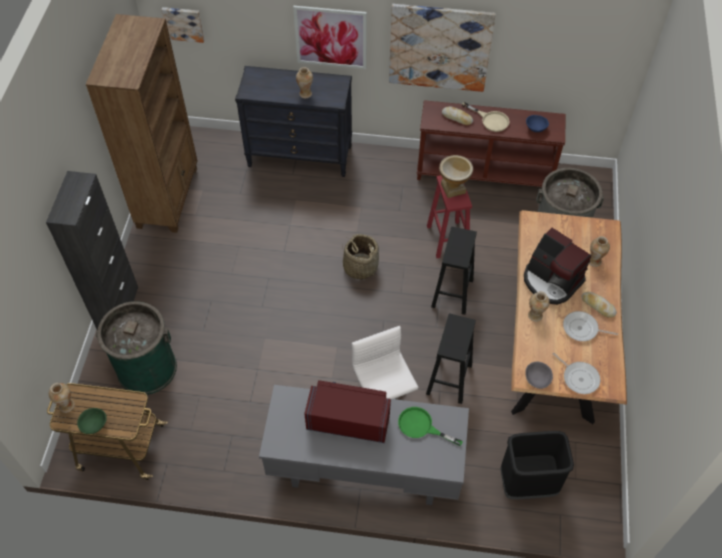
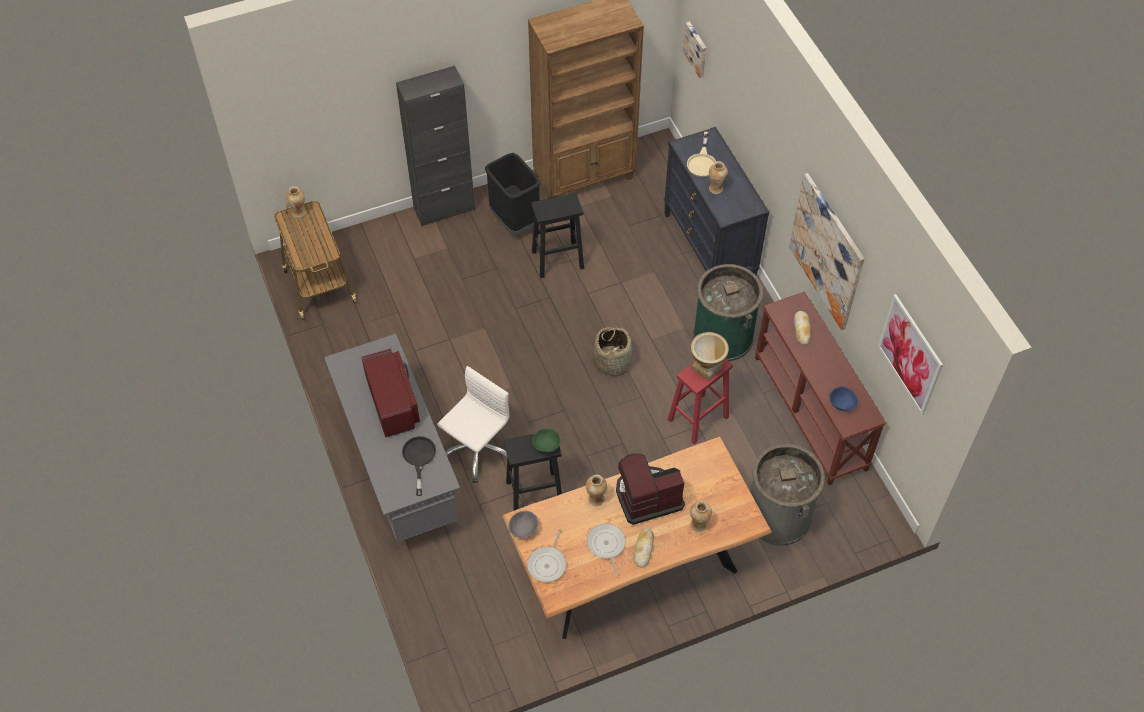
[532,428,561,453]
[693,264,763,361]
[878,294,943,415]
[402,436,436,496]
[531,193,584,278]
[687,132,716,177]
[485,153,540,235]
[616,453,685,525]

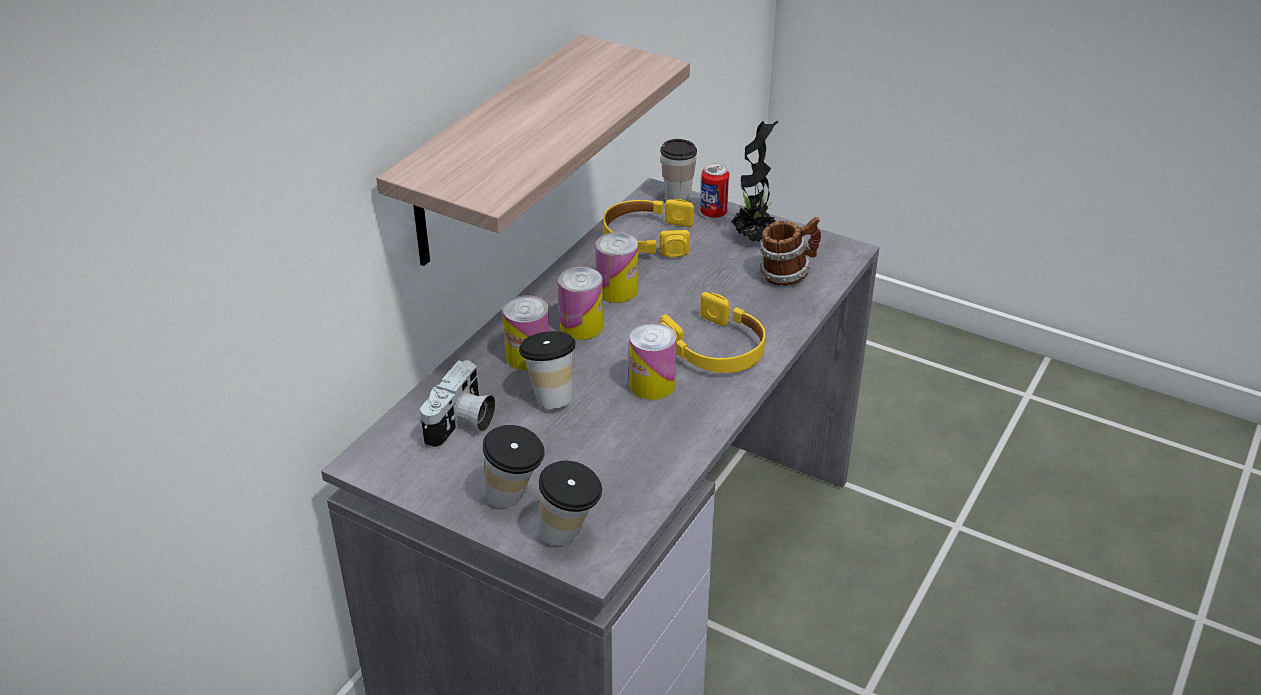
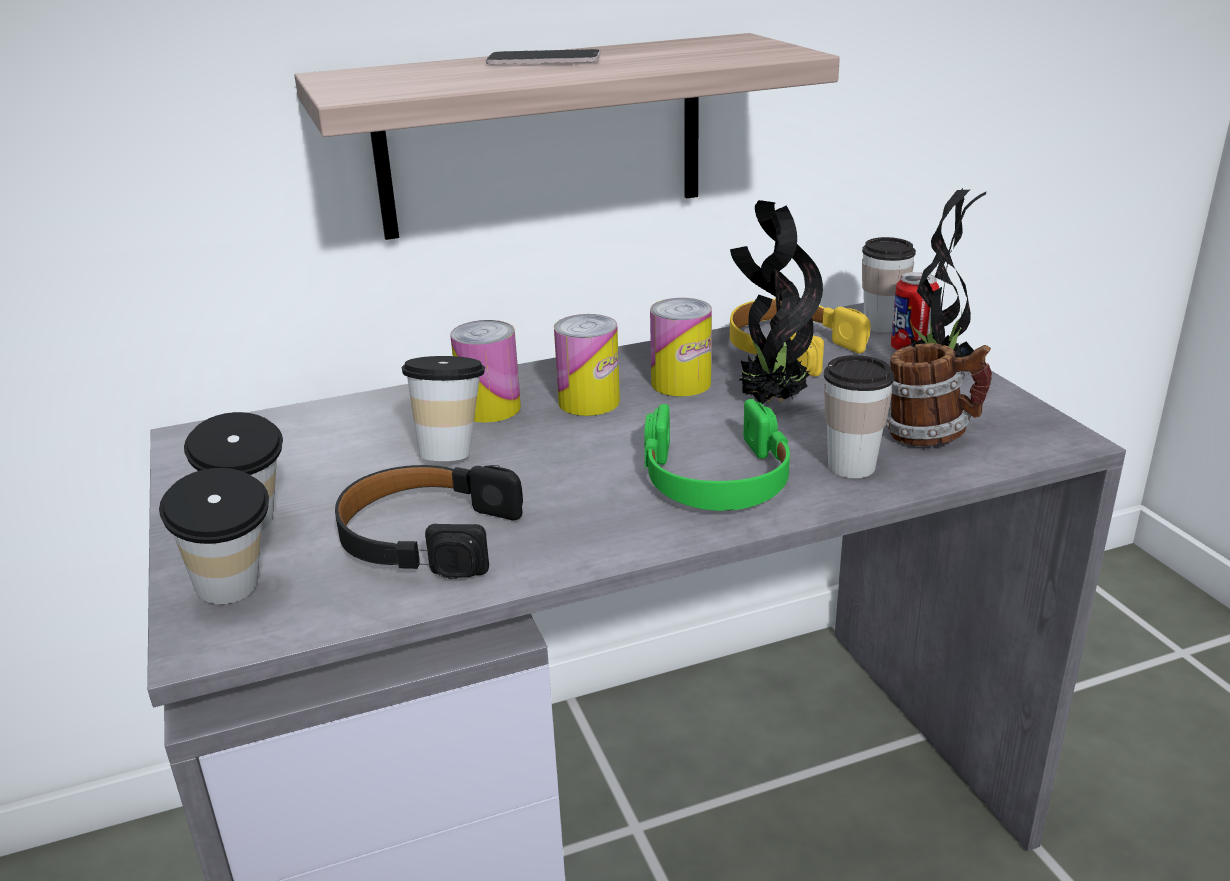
[420,360,495,449] (first image)
[629,322,676,400] (first image)
[644,399,790,511]
[335,465,523,579]
[486,49,601,64]
[730,200,823,404]
[824,355,895,478]

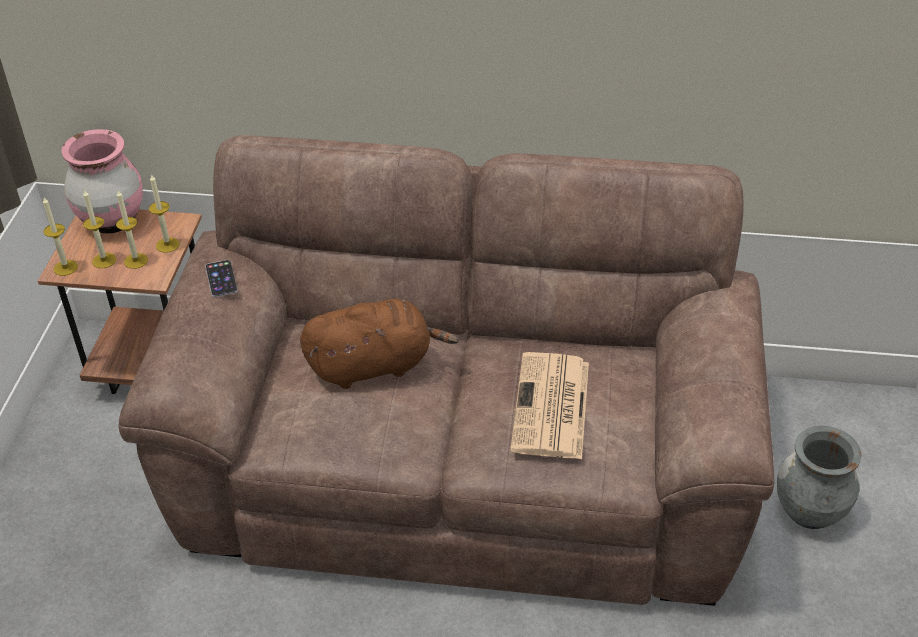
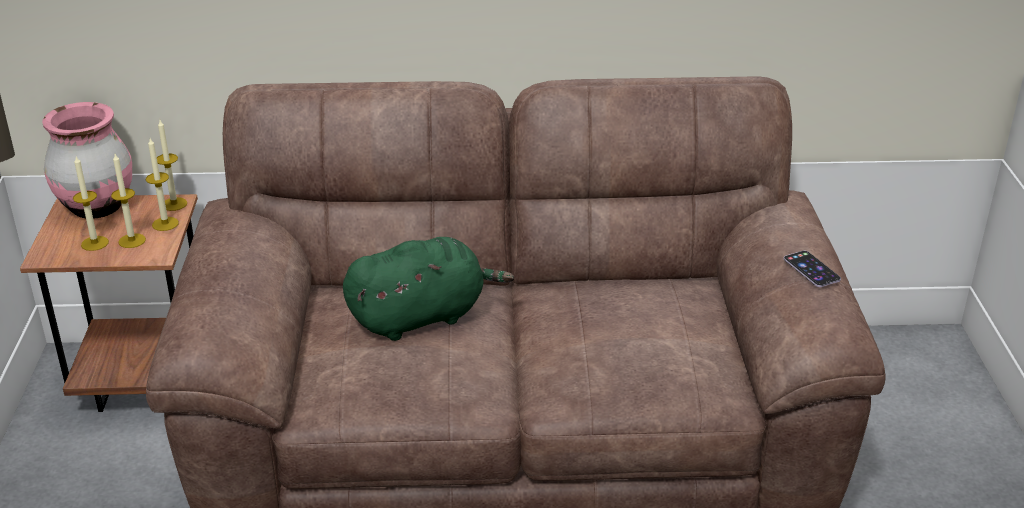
[157,120,187,211]
[784,250,841,287]
[343,237,514,341]
[510,352,589,459] (first image)
[777,426,861,529] (first image)

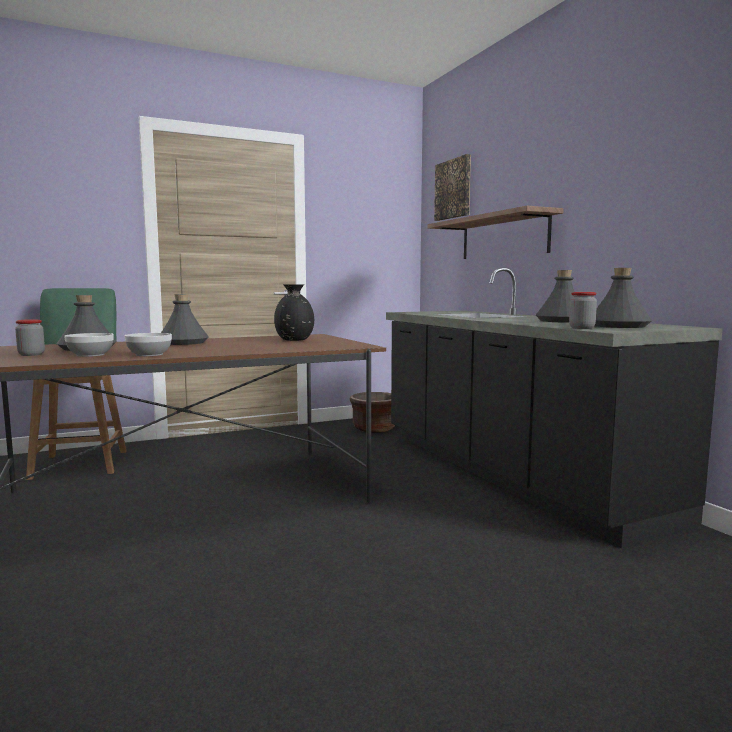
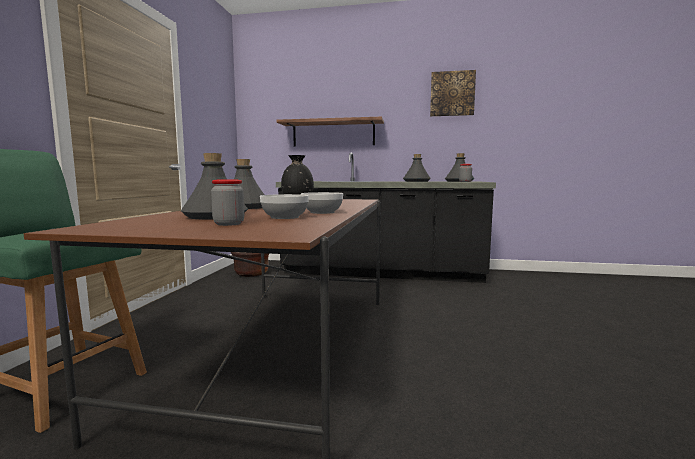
[430,70,476,116]

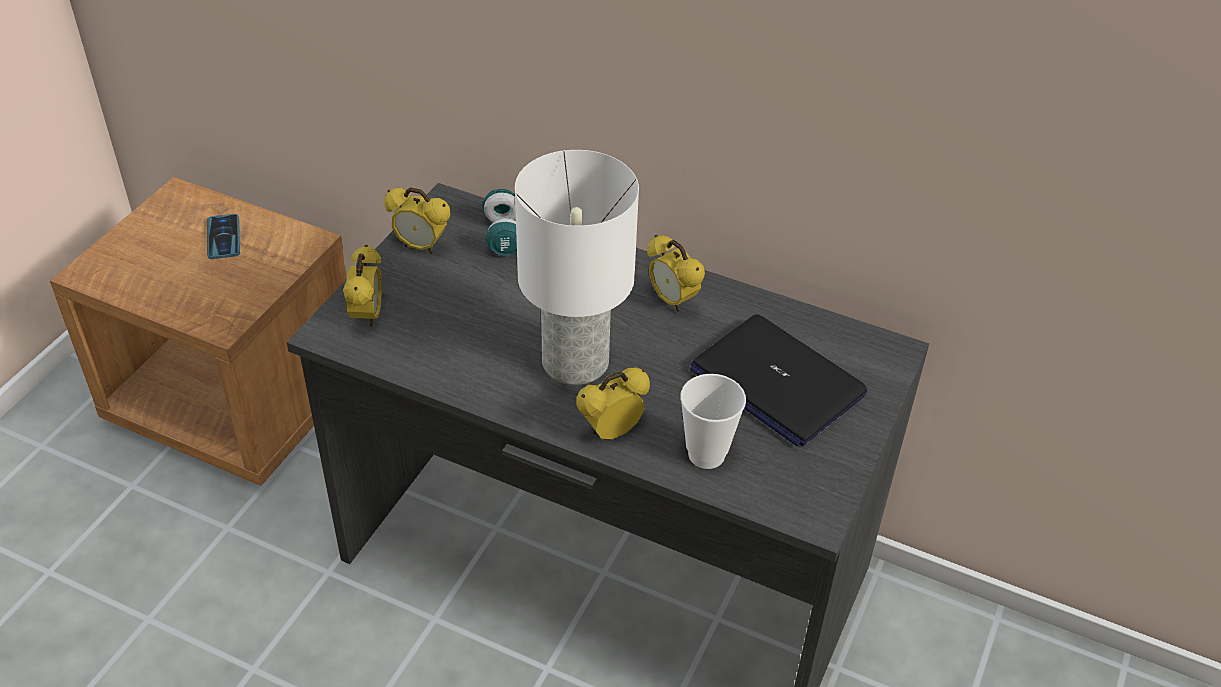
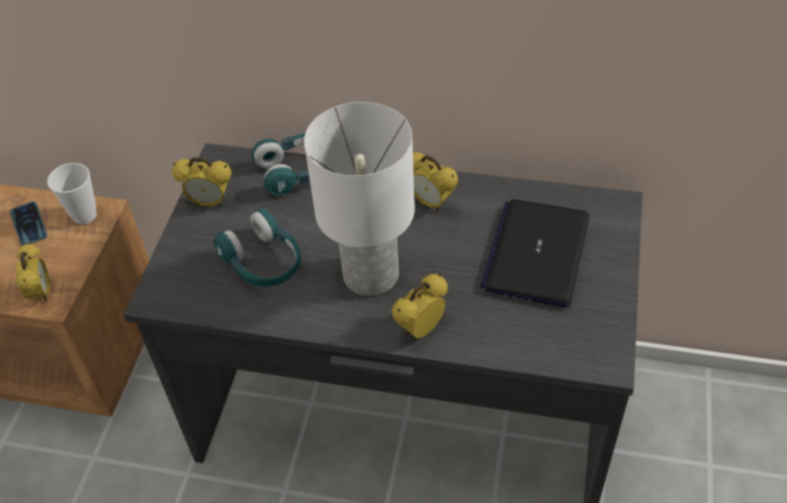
[15,243,50,301]
[47,163,97,224]
[480,199,589,307]
[214,209,301,287]

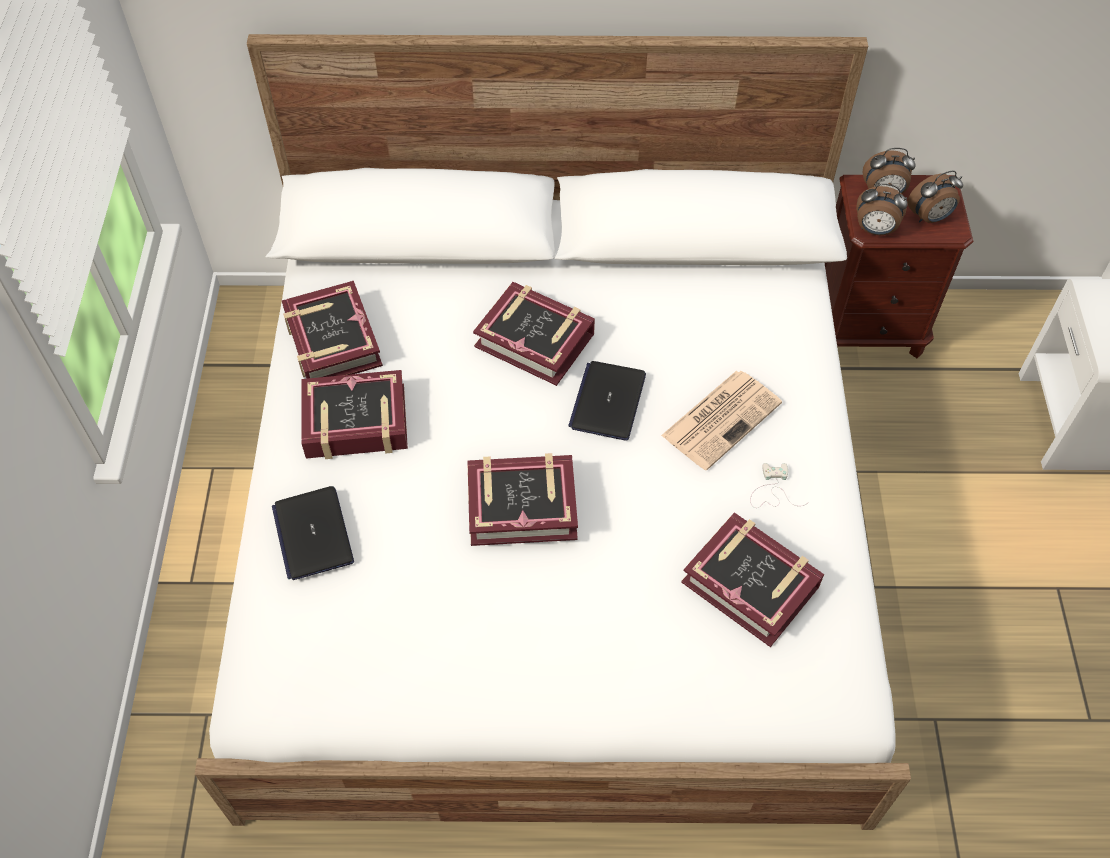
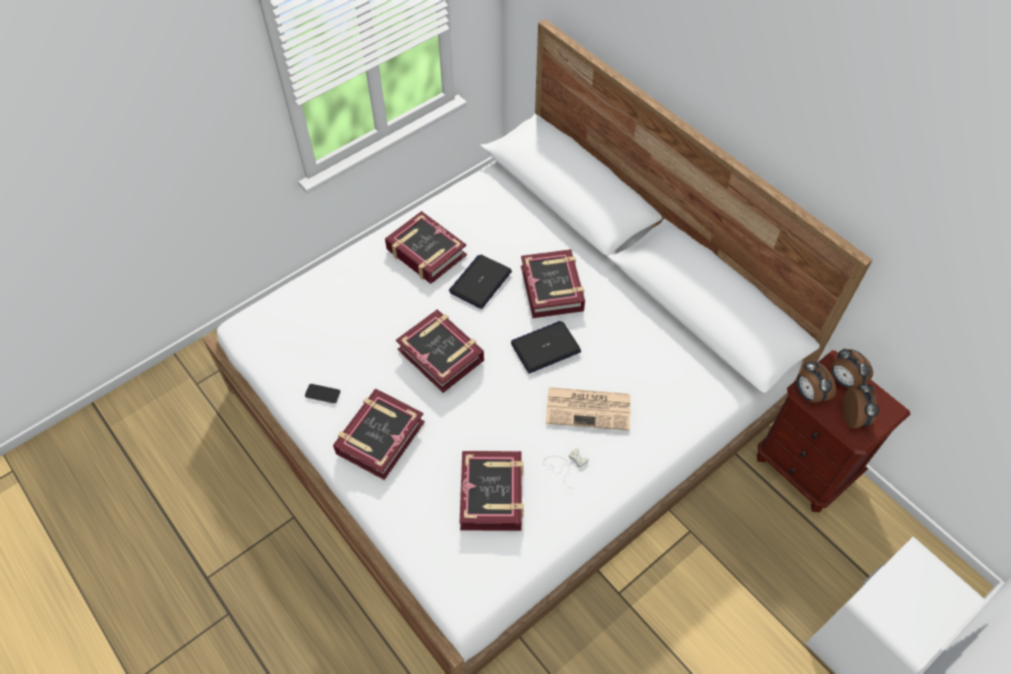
[449,255,512,309]
[333,388,425,480]
[843,382,879,428]
[305,384,341,404]

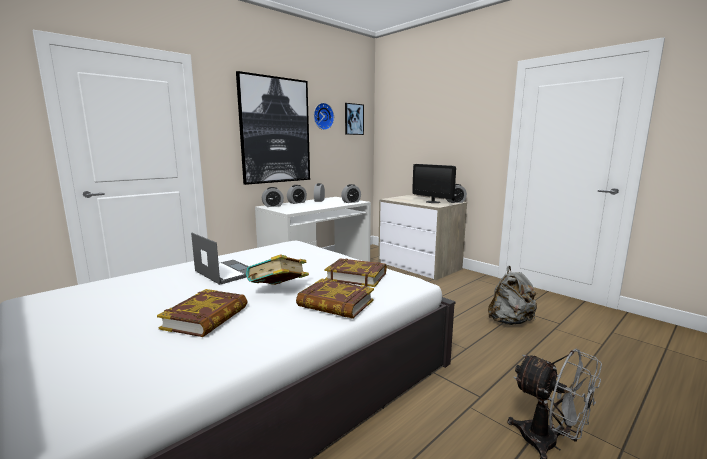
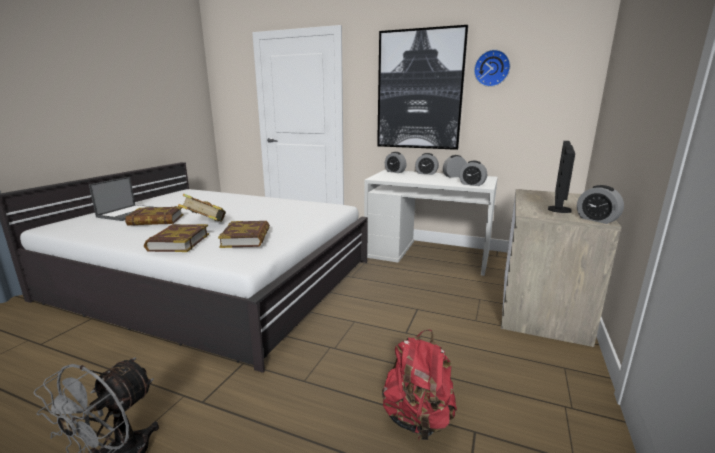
[89,177,151,221]
[345,103,364,135] (first image)
[382,330,457,440]

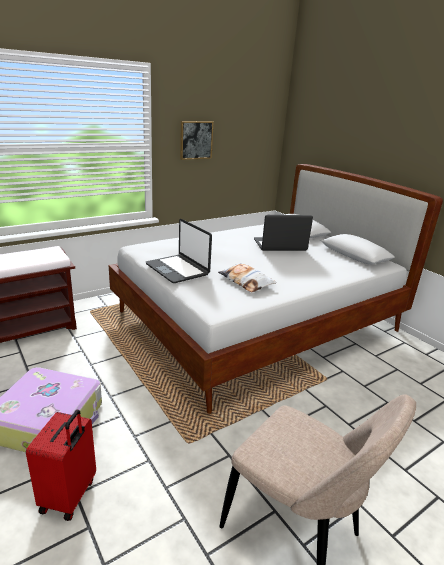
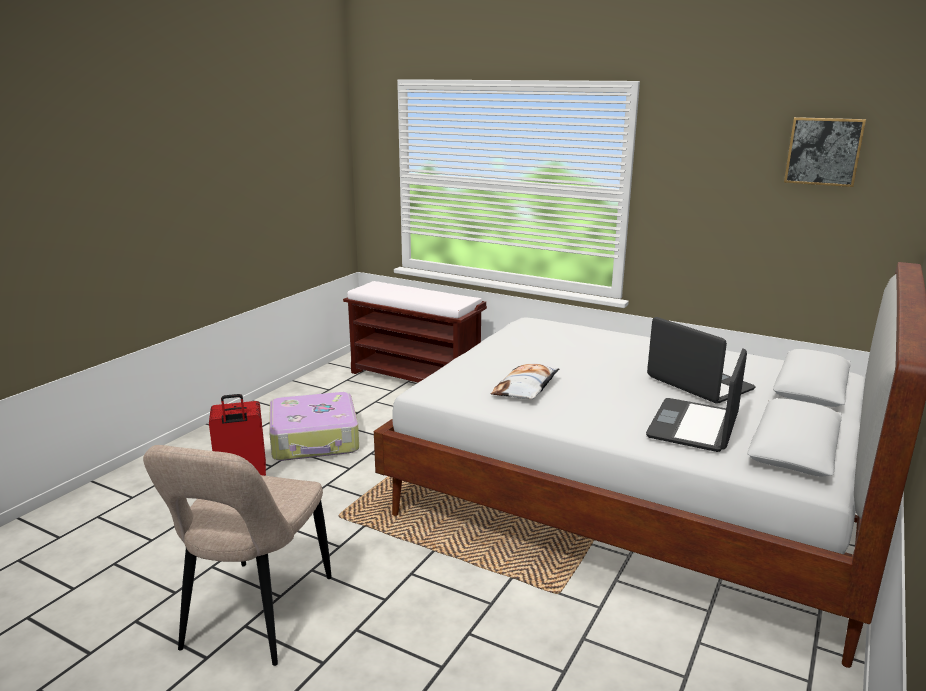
[646,348,747,452]
[784,117,866,187]

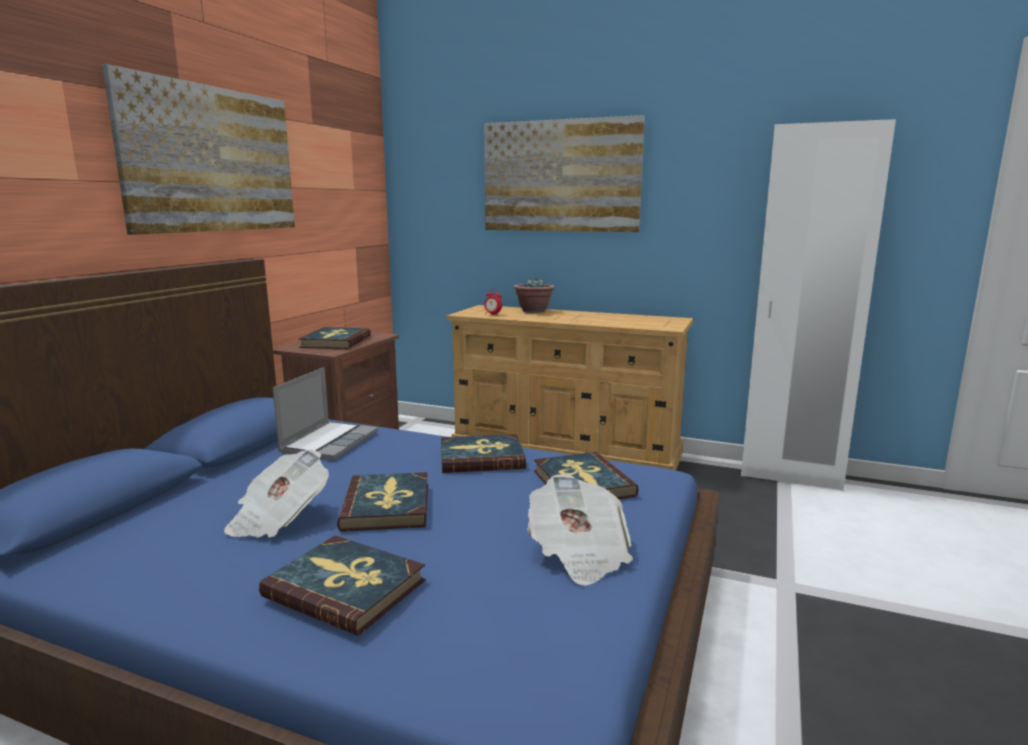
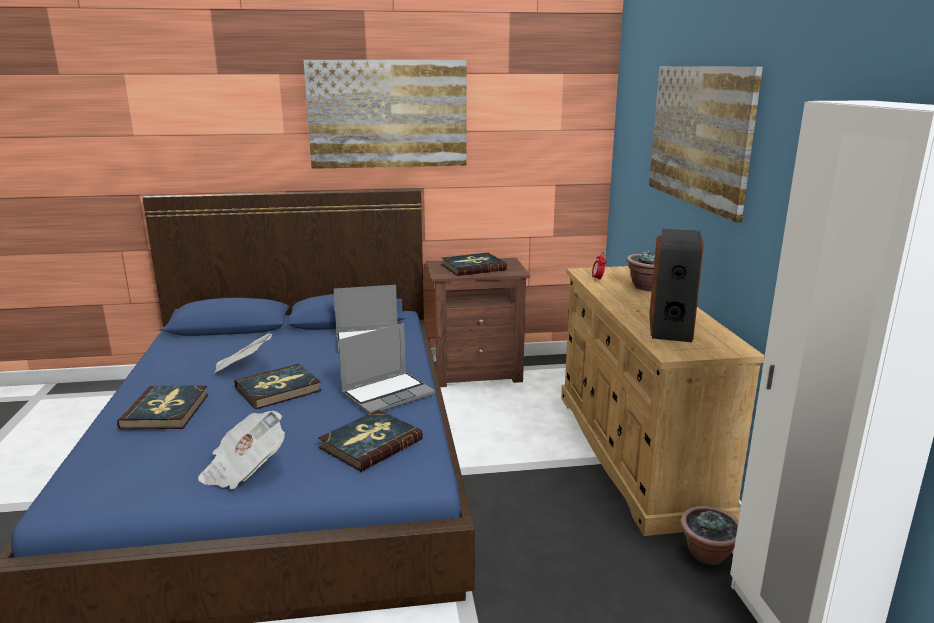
[338,323,435,414]
[650,229,704,342]
[681,506,739,565]

